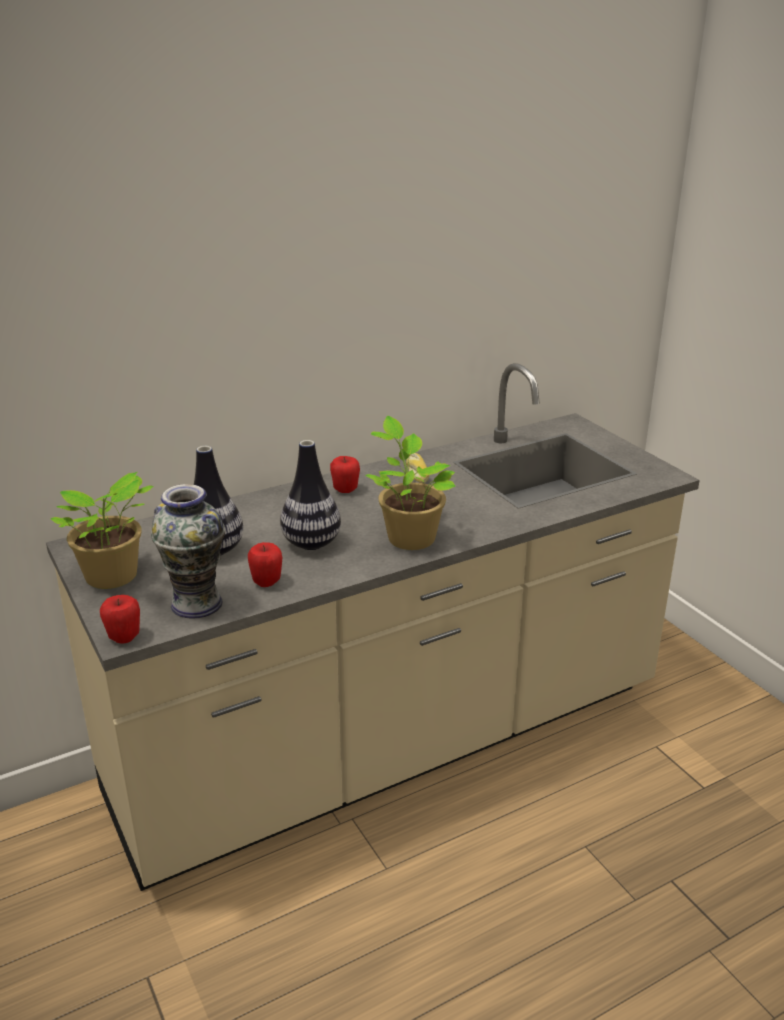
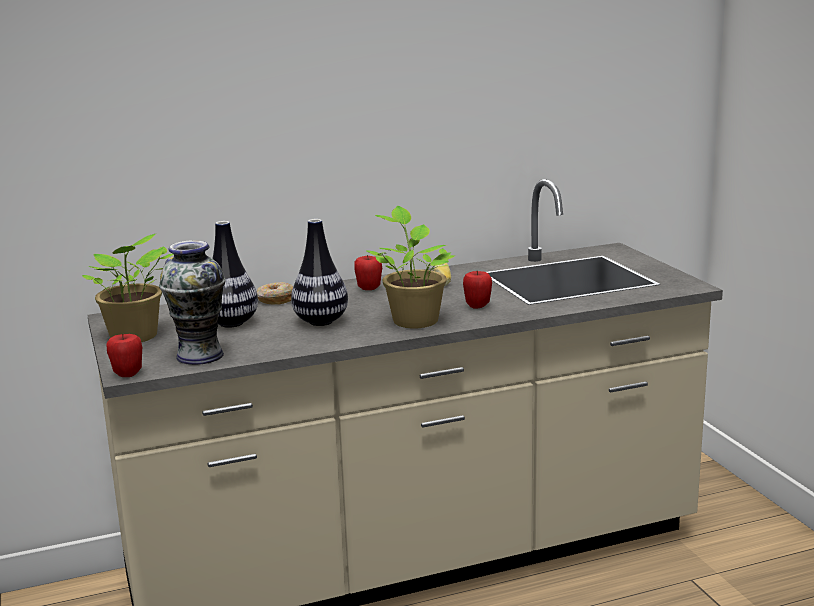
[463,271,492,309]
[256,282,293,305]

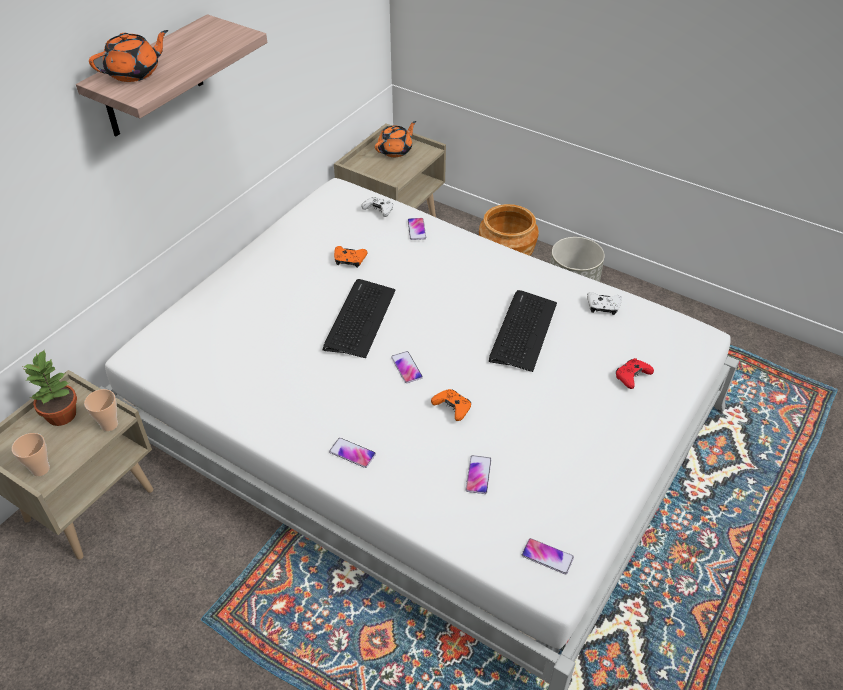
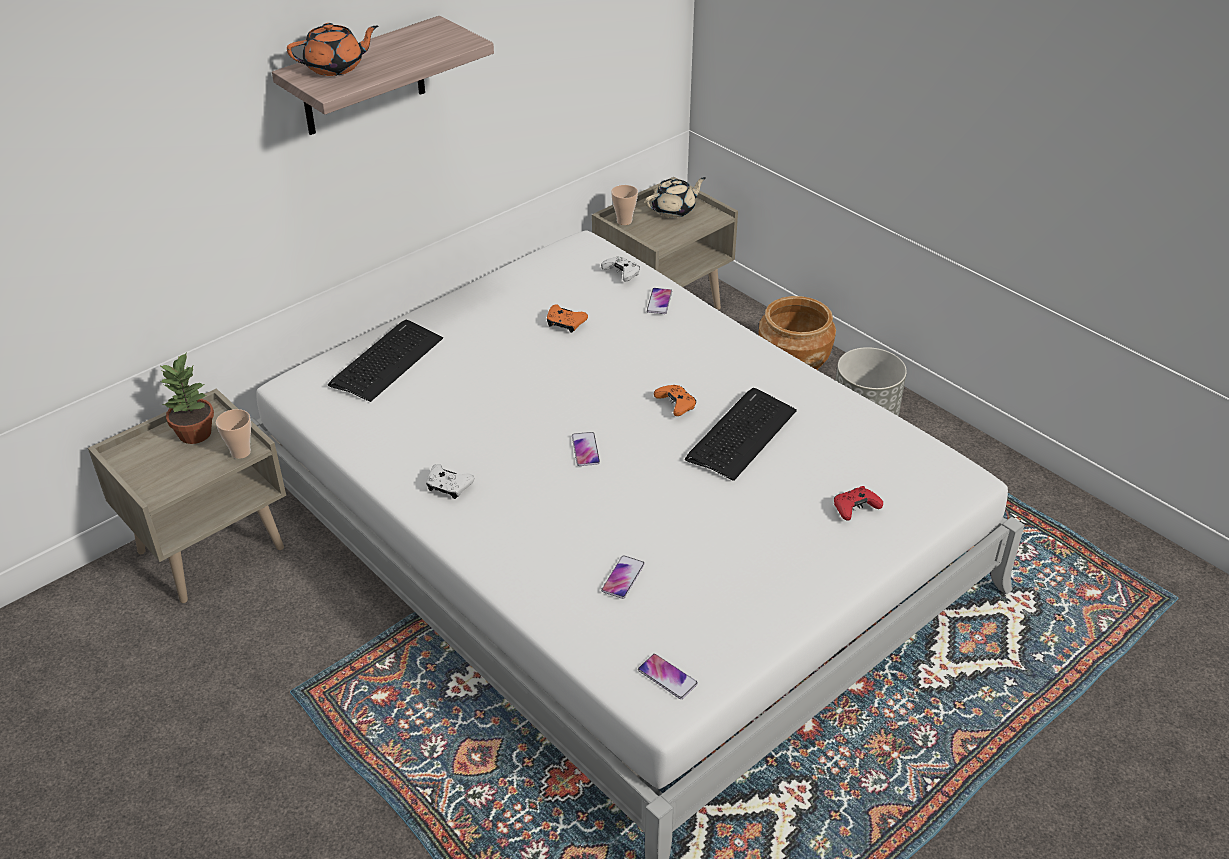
[611,185,638,225]
[328,320,443,402]
[329,438,376,468] (first image)
[645,177,706,218]
[654,385,696,416]
[426,464,474,499]

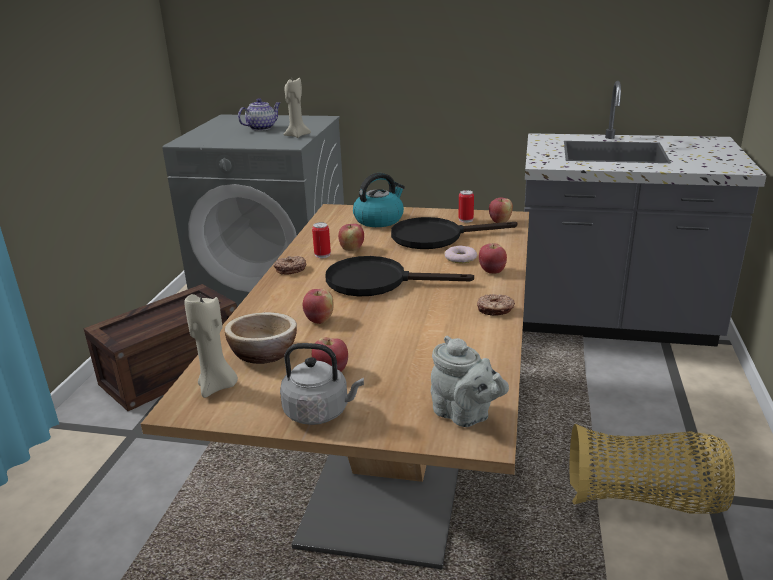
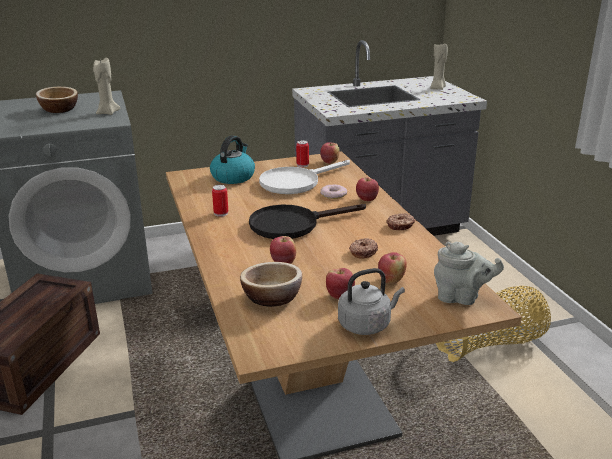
[430,44,448,90]
[36,87,78,113]
[349,238,378,259]
[378,252,407,284]
[259,160,350,194]

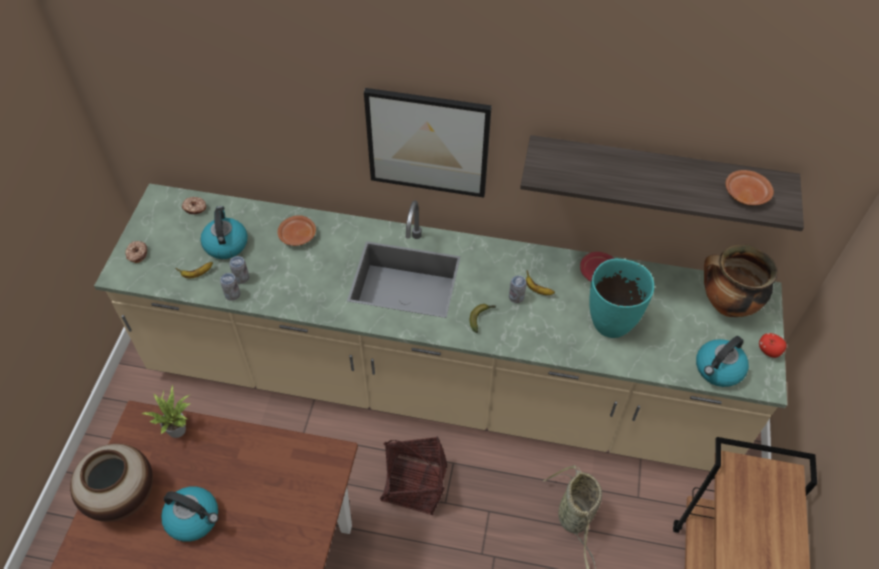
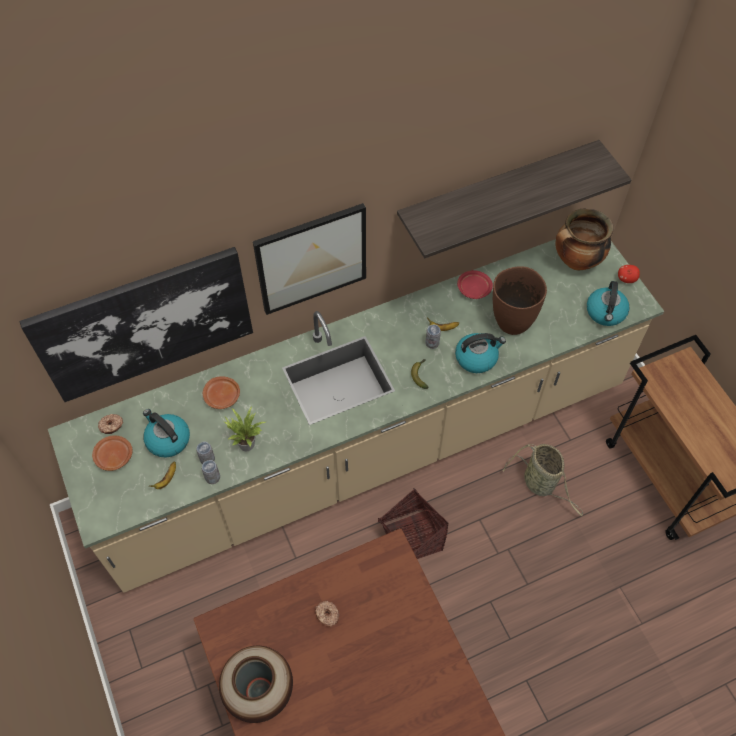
[315,601,339,627]
[224,406,266,451]
[455,333,506,373]
[493,266,547,335]
[92,435,132,471]
[19,247,253,402]

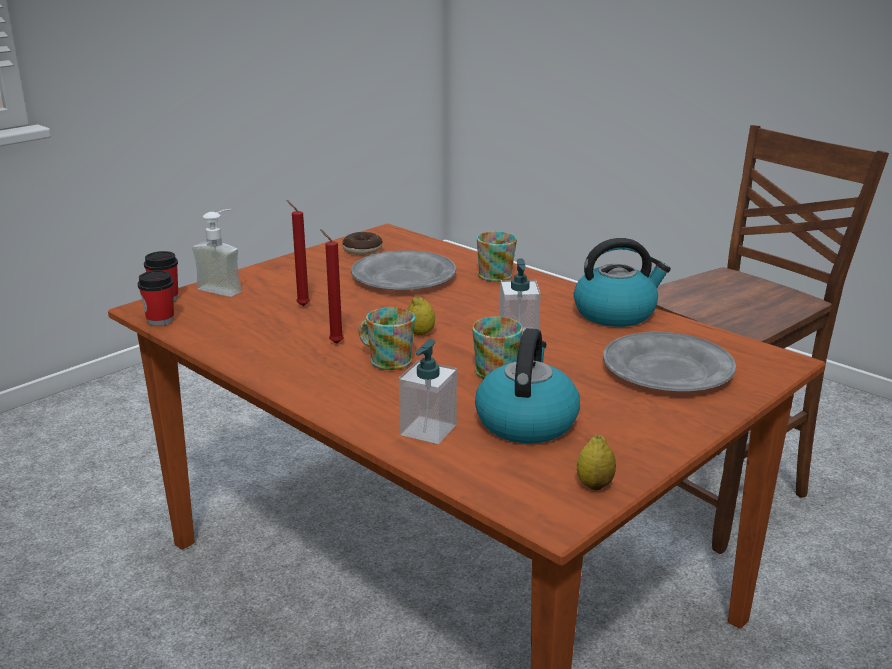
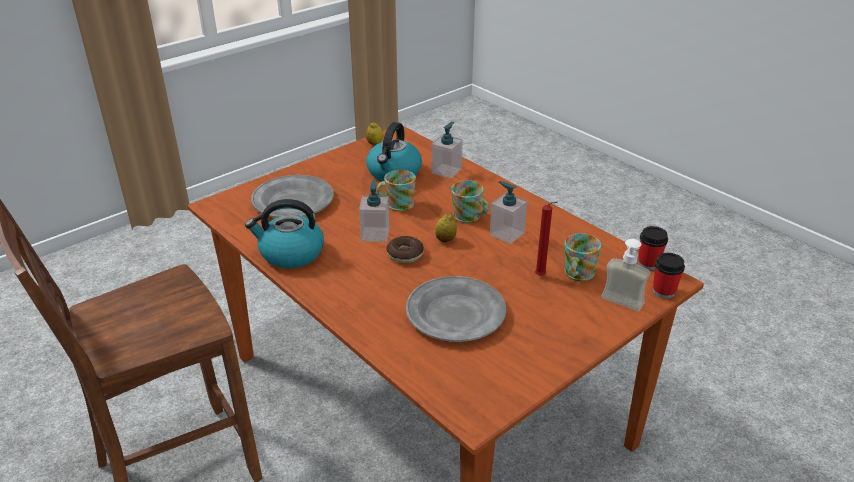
[490,181,527,244]
[387,236,424,263]
[564,233,601,281]

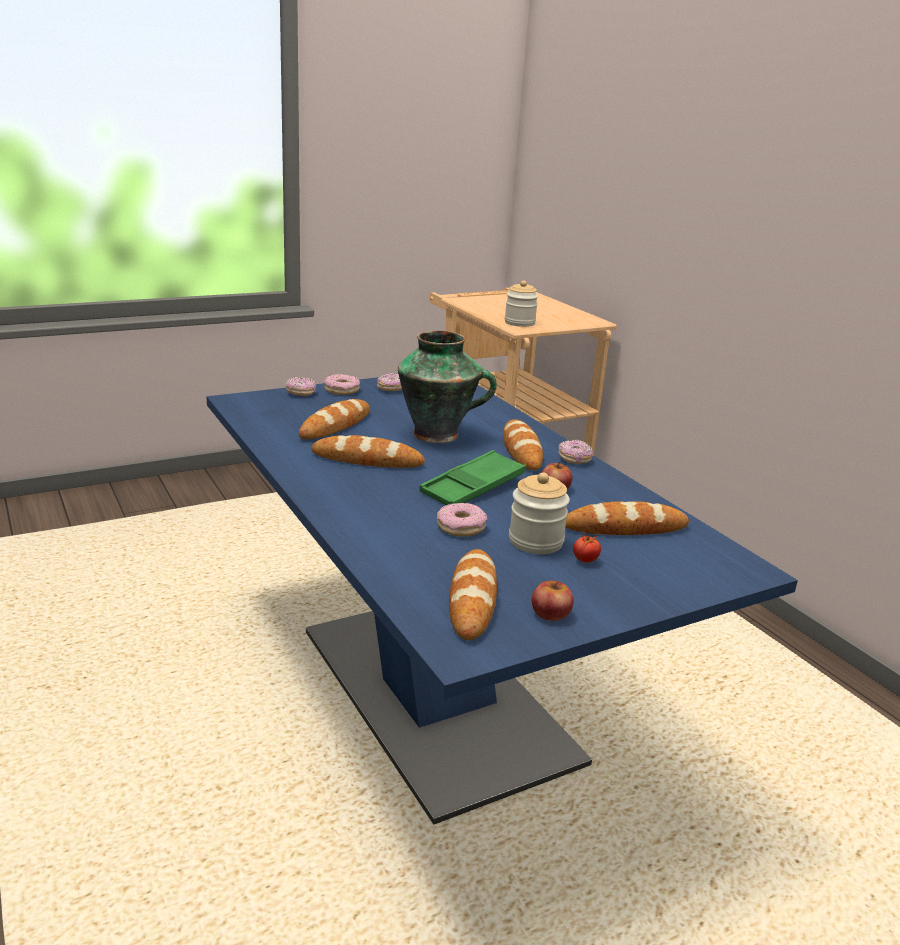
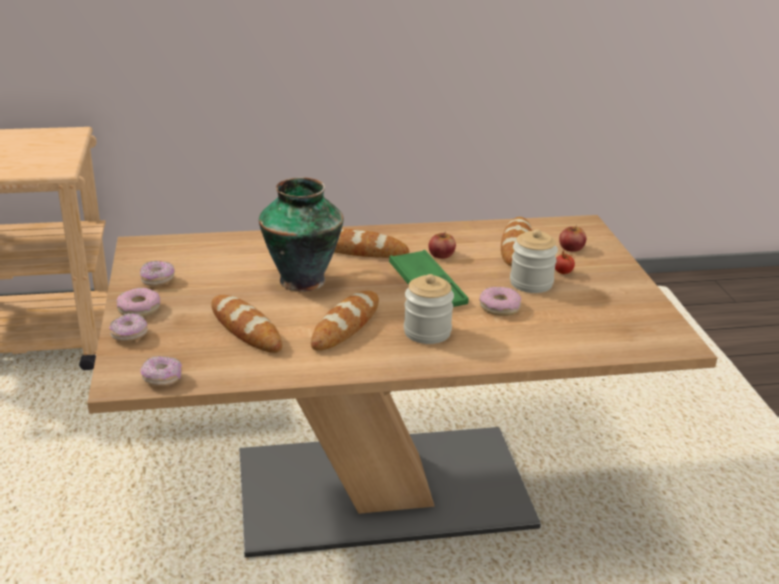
[87,215,717,557]
[449,549,497,640] (first image)
[404,274,454,344]
[559,225,586,252]
[141,356,182,386]

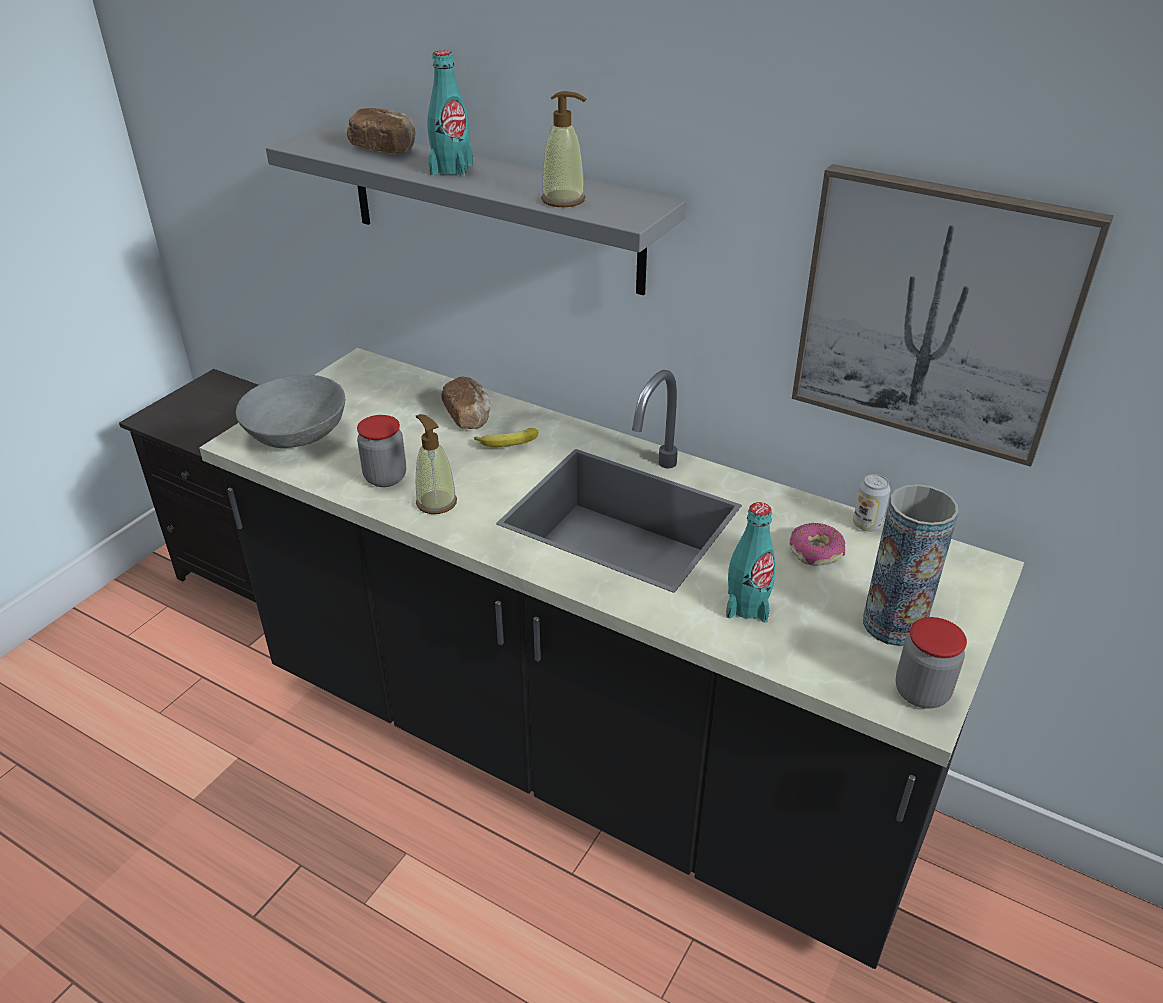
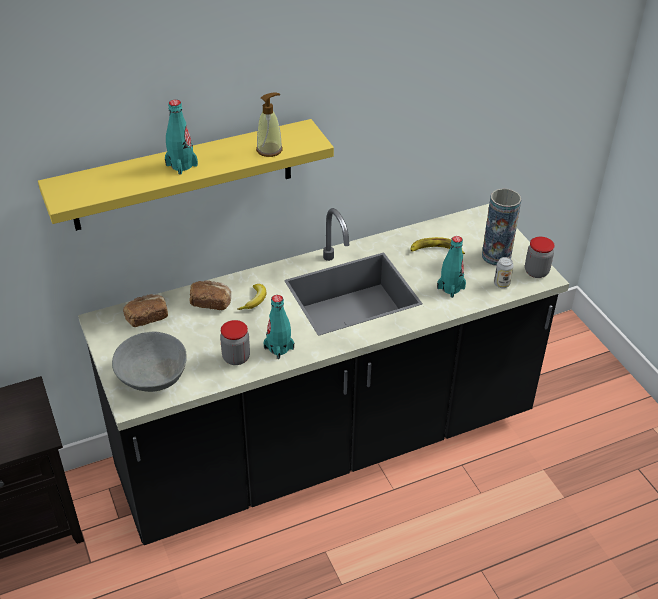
[38,119,334,231]
[123,294,168,327]
[264,295,294,359]
[410,237,465,254]
[792,164,1114,467] (first image)
[494,257,514,288]

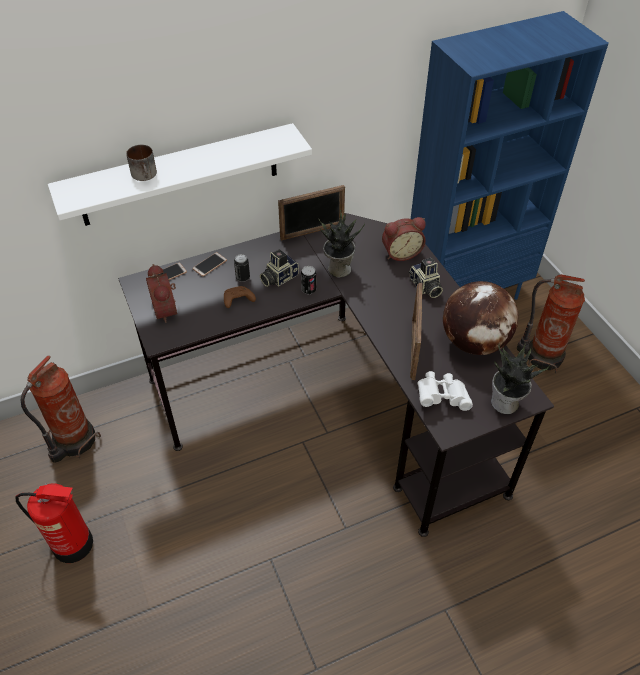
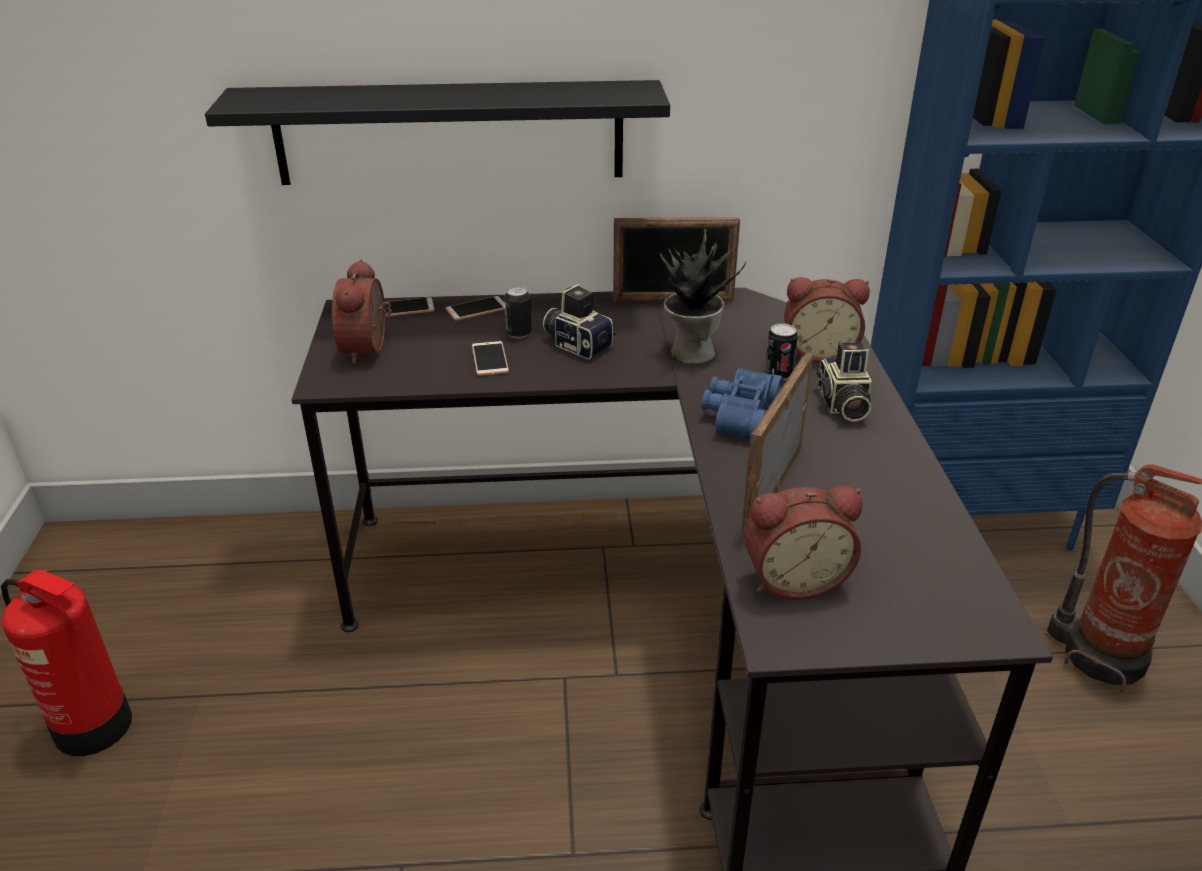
[21,355,101,463] (first image)
[205,80,670,185]
[126,145,157,181] (first image)
[472,341,509,376]
[543,284,616,359]
[765,323,798,380]
[744,486,863,600]
[443,281,518,355] (first image)
[491,343,550,414] (first image)
[701,368,783,440]

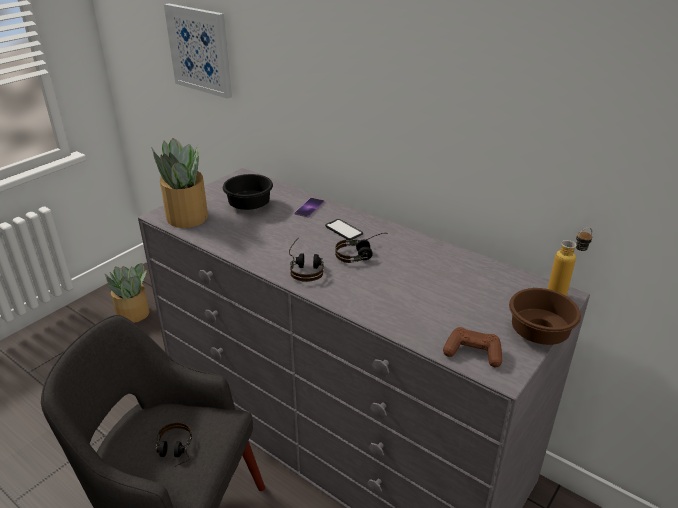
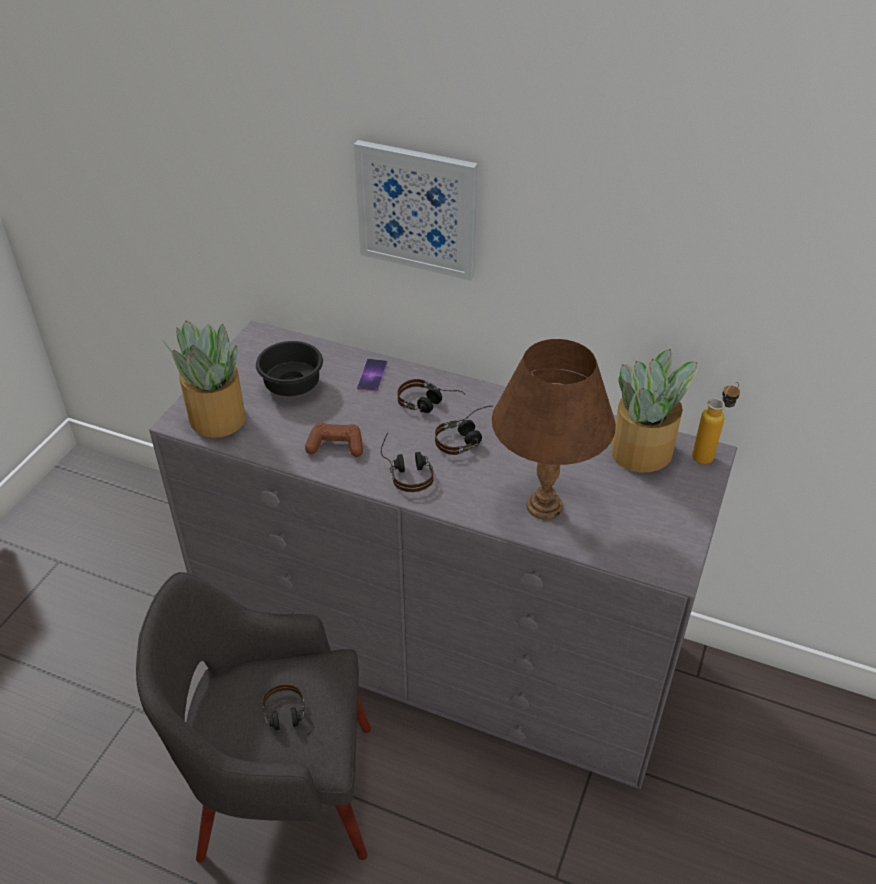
[611,349,698,473]
[354,140,478,281]
[397,379,465,413]
[305,423,363,457]
[509,288,581,345] (first image)
[492,339,616,520]

